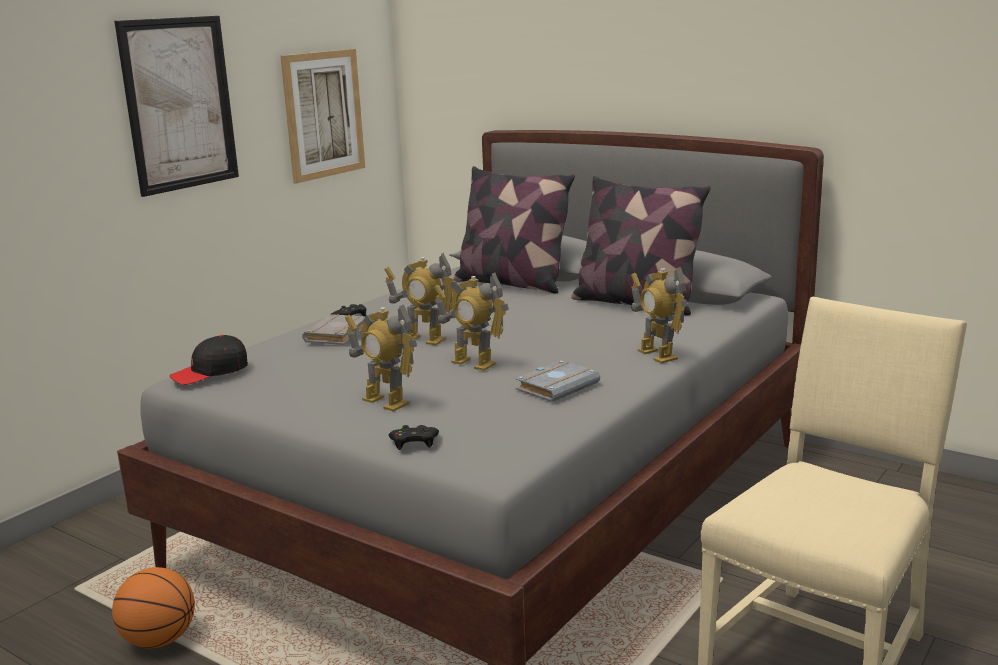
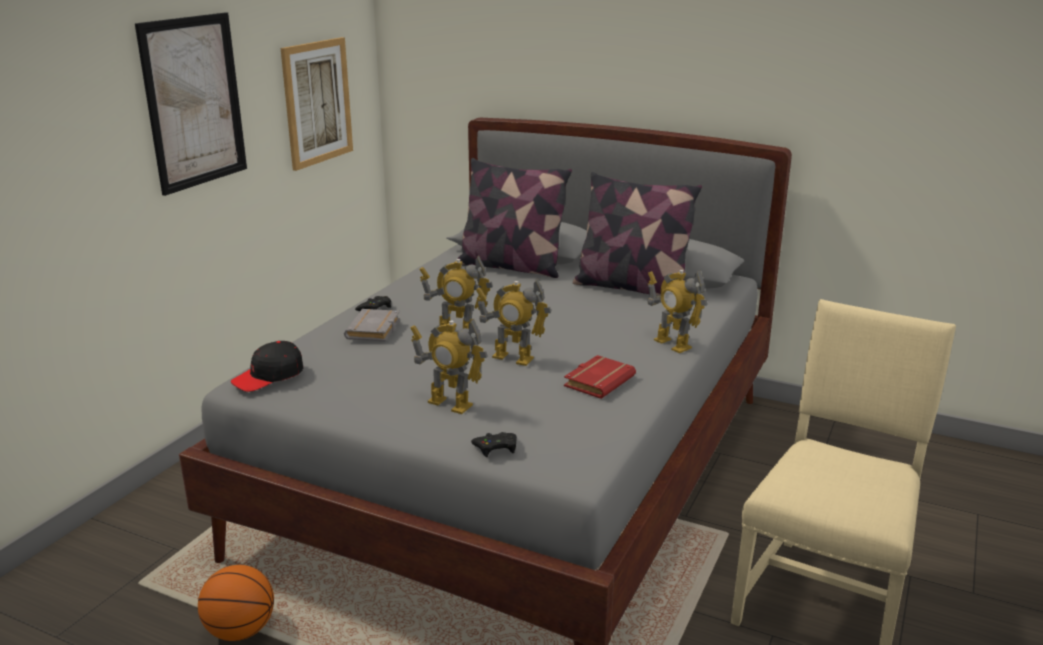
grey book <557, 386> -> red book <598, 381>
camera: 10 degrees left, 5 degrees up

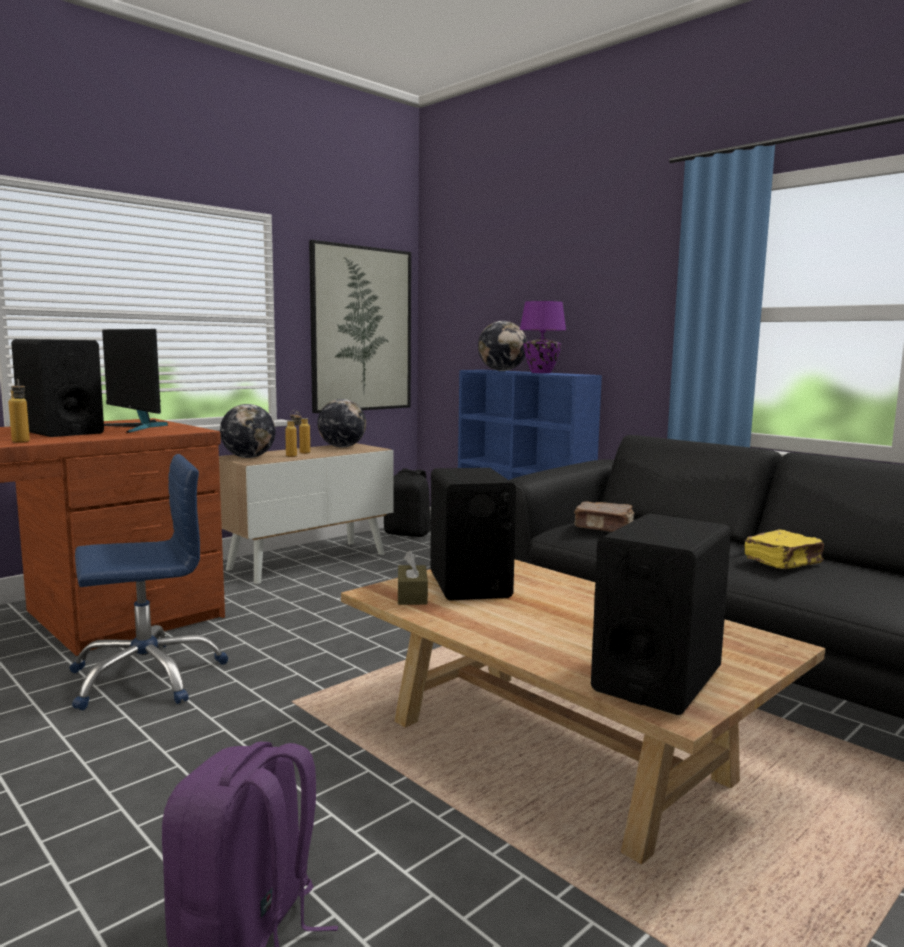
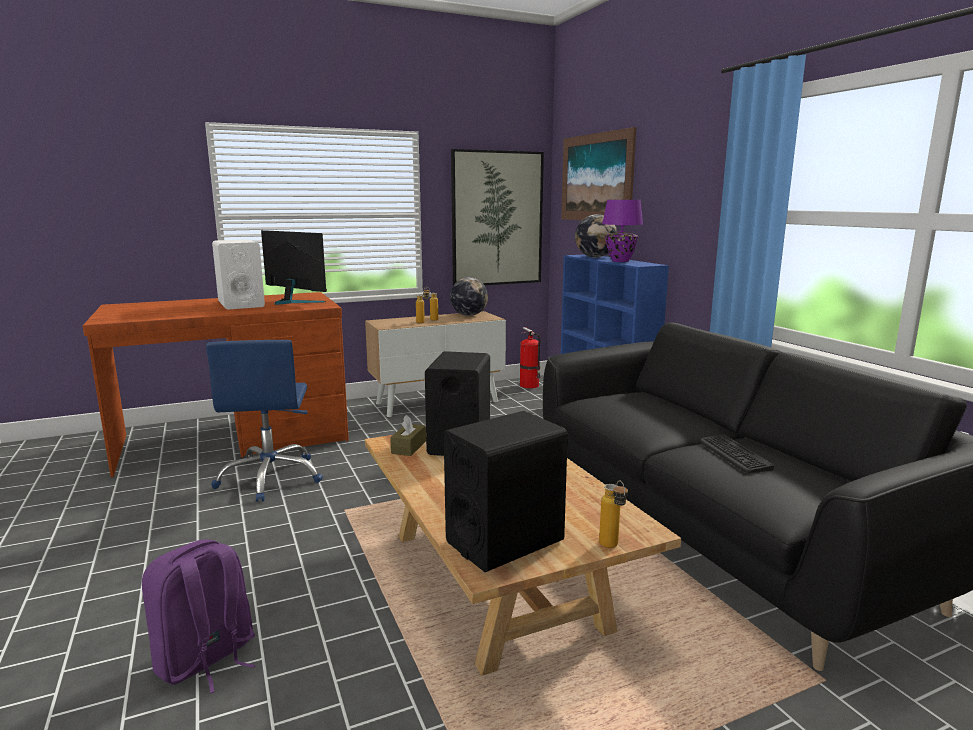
blue office chair <146, 676> -> blue office chair <271, 477>, 90 degrees clockwise
black speaker <60, 432> -> white speaker <241, 304>
monitor <136, 427> -> monitor <293, 301>, 150 degrees clockwise
black backpack <408, 534> -> fire extinguisher <530, 385>
none -> picture <596, 177>
bottle <21, 442> -> bottle <612, 548>, move
yellow book <783, 562> -> keyboard <734, 454>
globe <248, 457> -> none
brown book <604, 528> -> none
camera: 20 degrees right, 5 degrees up

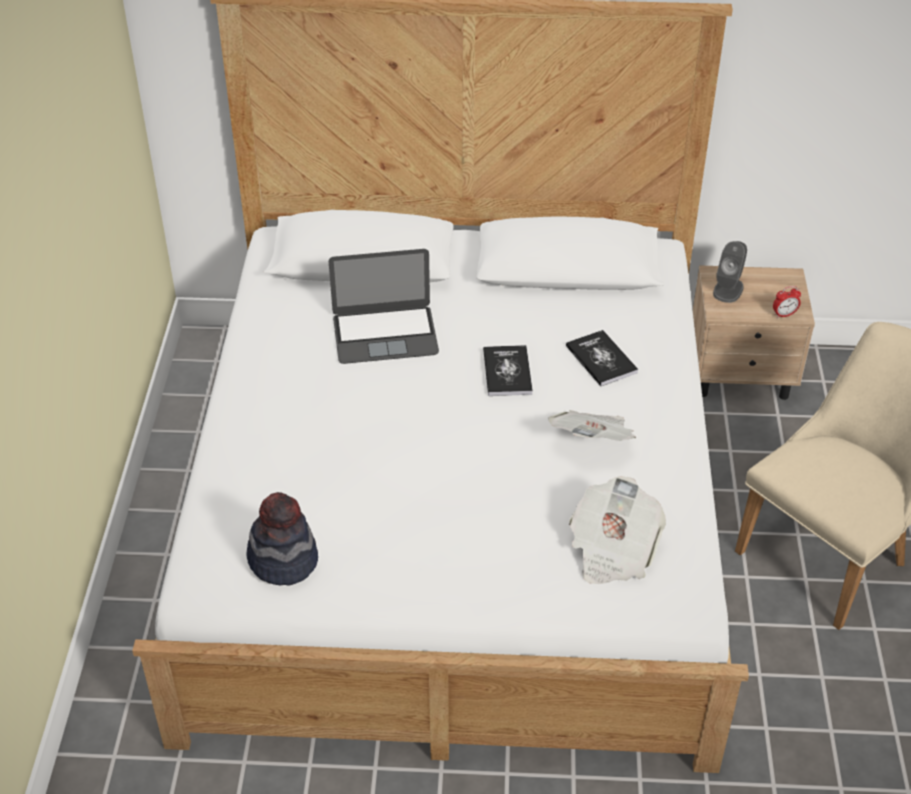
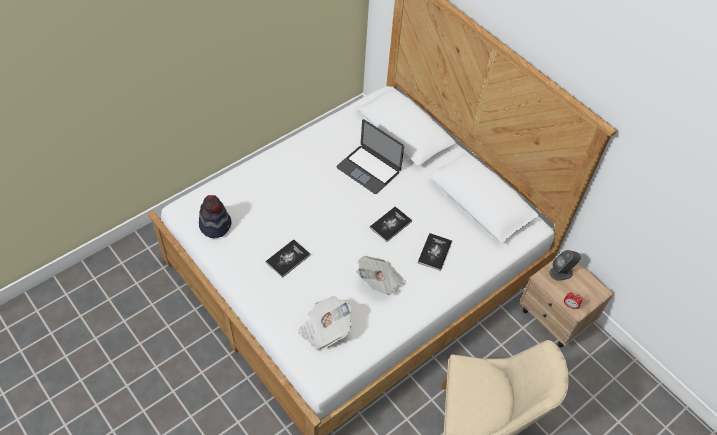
none -> book <288, 259>
camera: 45 degrees right, 10 degrees up

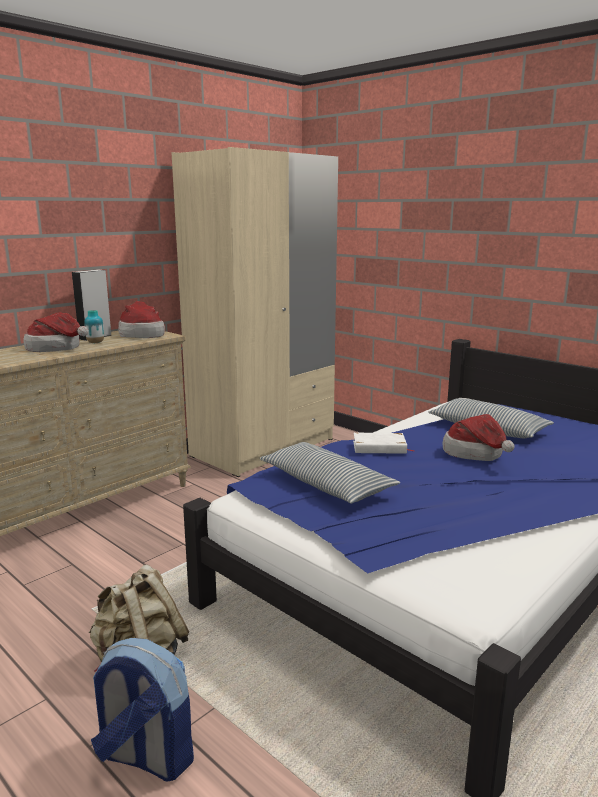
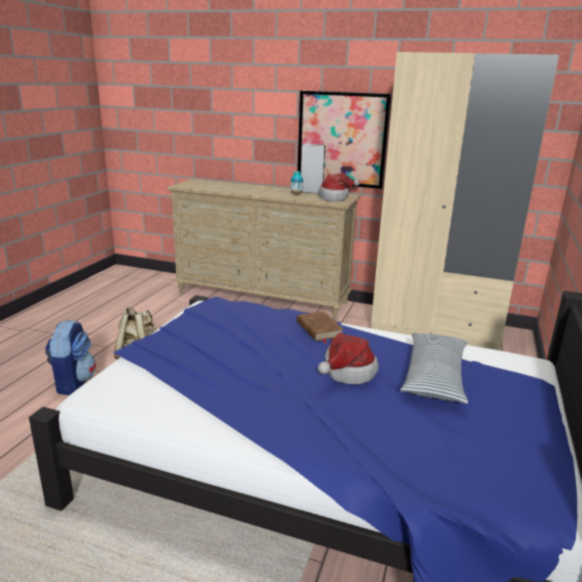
none -> picture <342, 139>
white book <379, 447> -> brown book <319, 329>
hat <57, 348> -> none
pillow <326, 484> -> none
camera: 65 degrees right, 5 degrees up

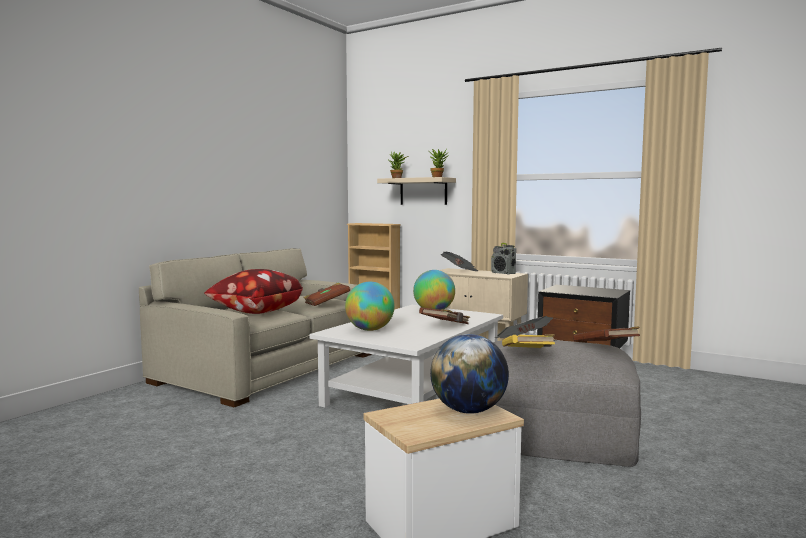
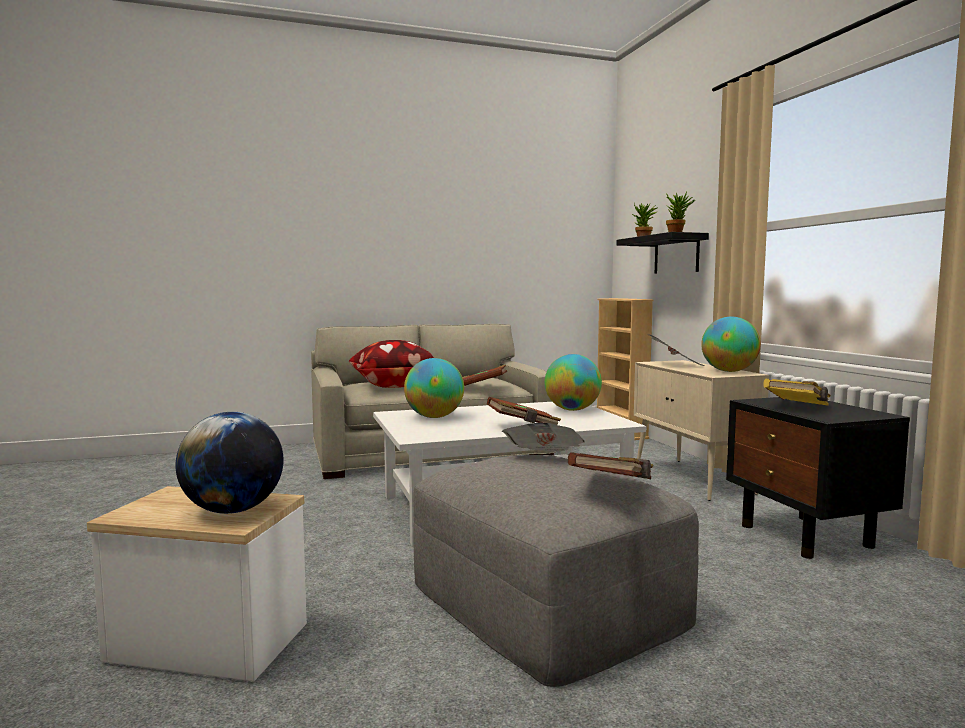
beige shelf <423, 191> -> black shelf <676, 254>
radio <503, 273> -> globe <729, 371>
yellow book <528, 354> -> yellow book <798, 407>, move
camera: 40 degrees right, 0 degrees up

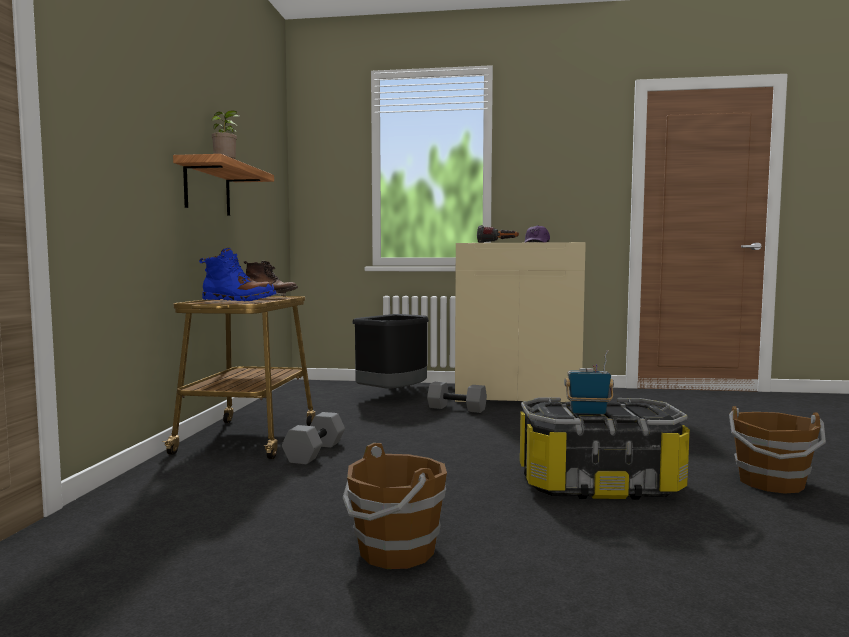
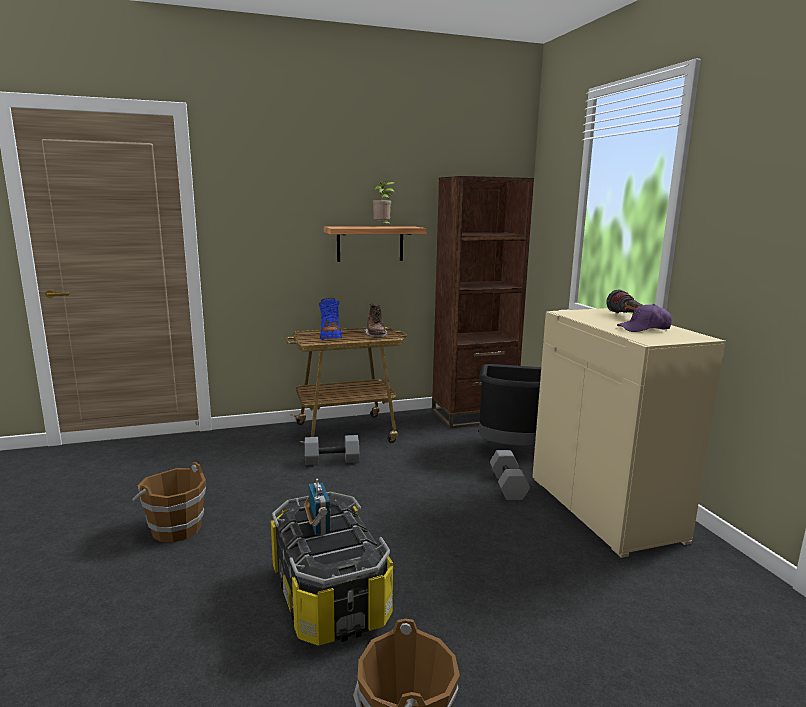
none -> brown bookcase <473, 415>
camera: 65 degrees right, 10 degrees up

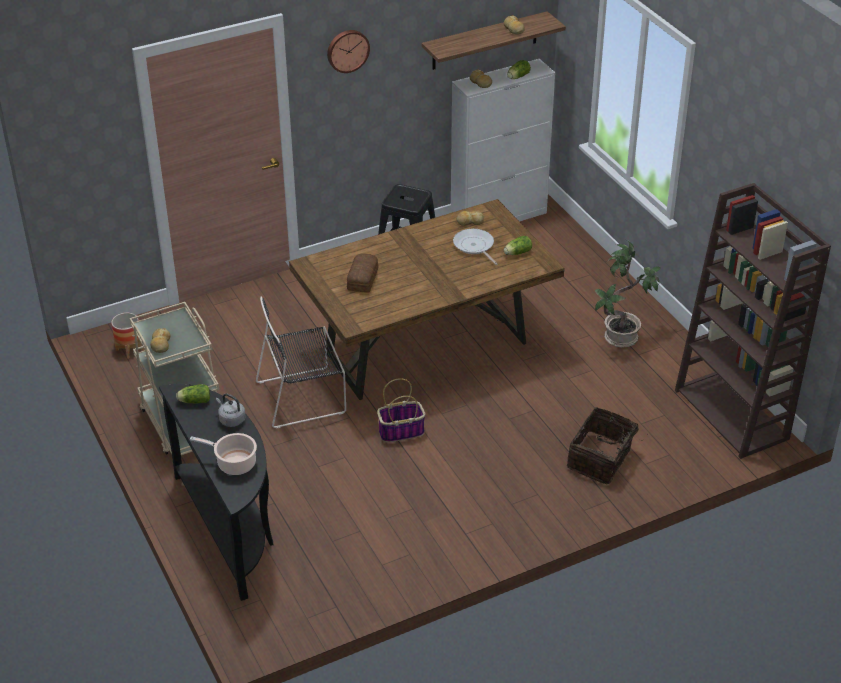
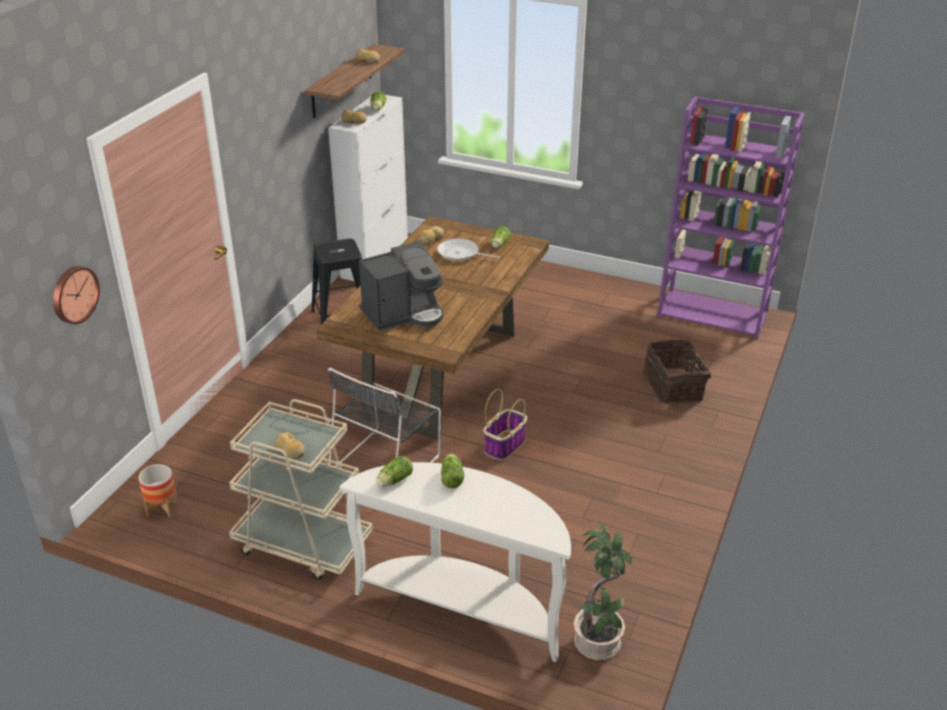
wall clock <347, 50> -> wall clock <73, 294>, move
black console table <231, 528> -> white console table <464, 606>
bread <363, 279> -> coffee machine <404, 314>
grey kettle <231, 420> -> lettuce <452, 477>
potted plant <621, 338> -> potted plant <599, 643>, move
brown bookcase <732, 415> -> purple bookcase <713, 314>
cooking pot <234, 463> -> none
camera: 40 degrees left, 5 degrees down

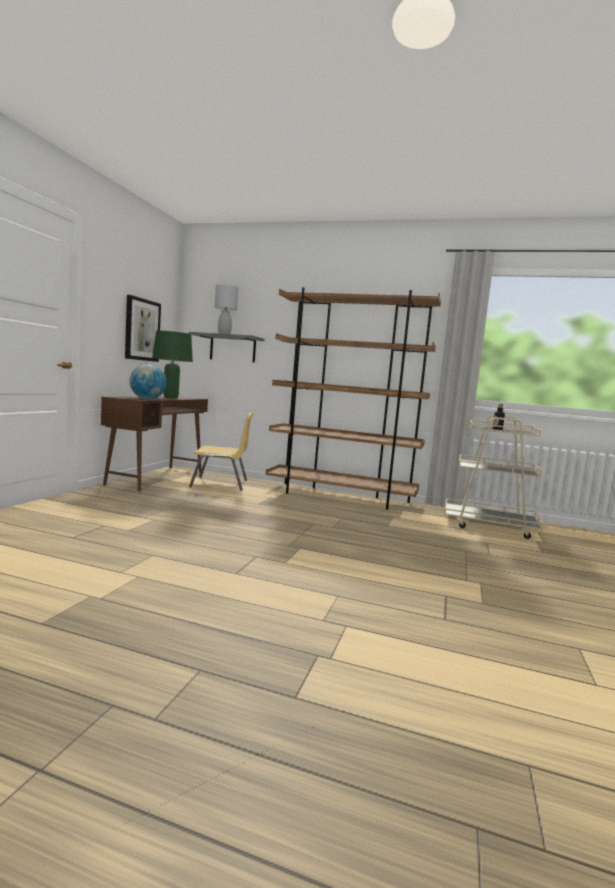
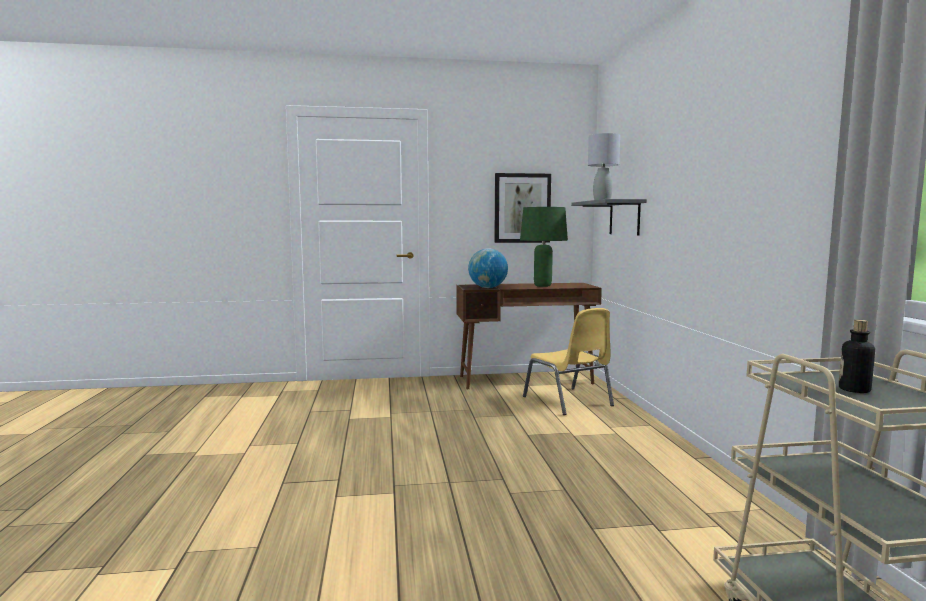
brown bookcase <340, 496> -> none
camera: 65 degrees right, 0 degrees up

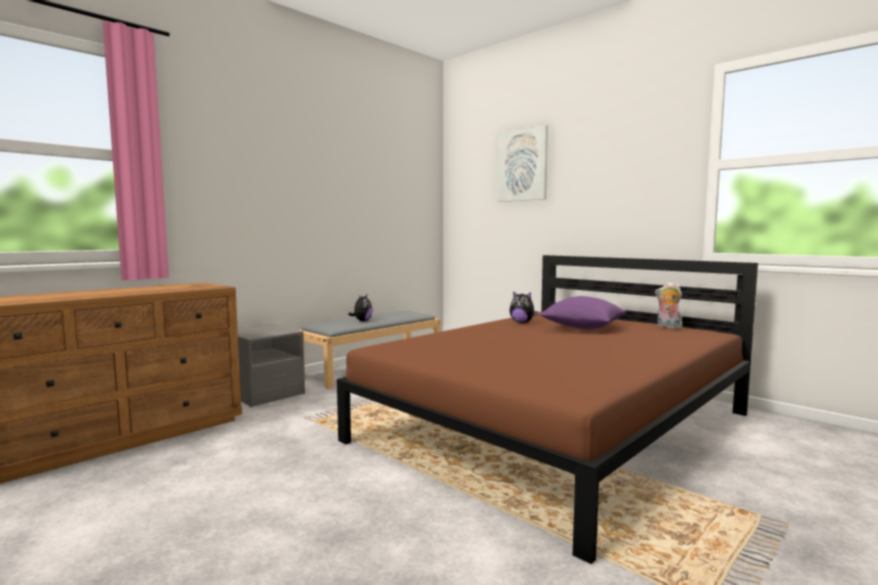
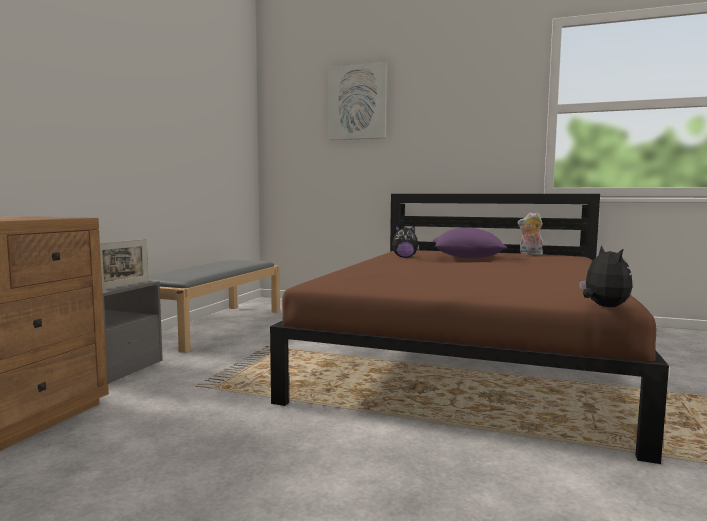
none -> picture frame <124, 285>
plush toy <362, 321> -> plush toy <603, 307>, move
camera: 25 degrees left, 0 degrees up

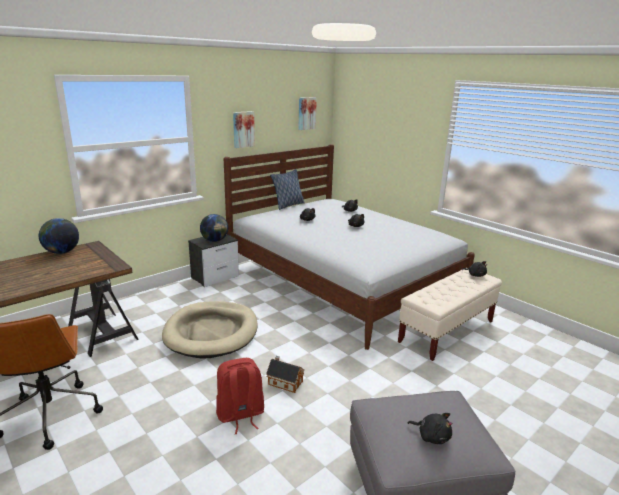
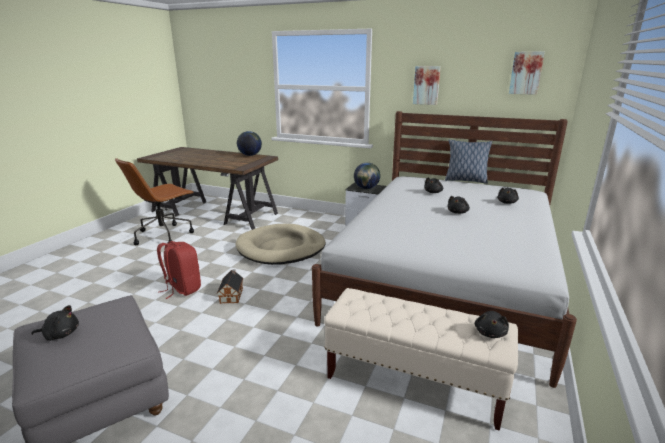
black plush toy <432, 436> -> black plush toy <60, 334>, 105 degrees counterclockwise
camera: 65 degrees right, 0 degrees up

